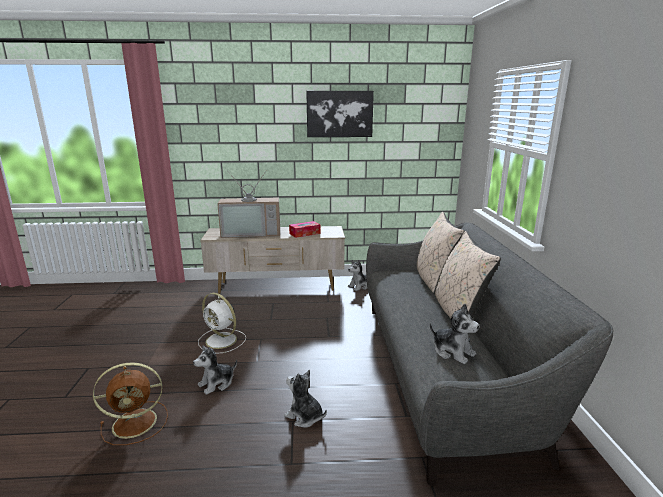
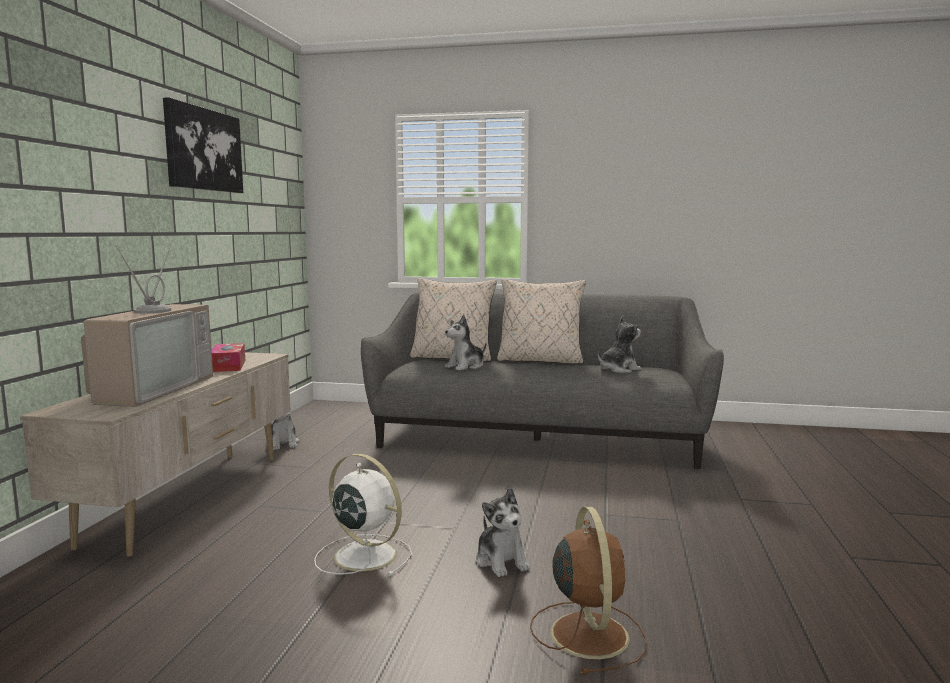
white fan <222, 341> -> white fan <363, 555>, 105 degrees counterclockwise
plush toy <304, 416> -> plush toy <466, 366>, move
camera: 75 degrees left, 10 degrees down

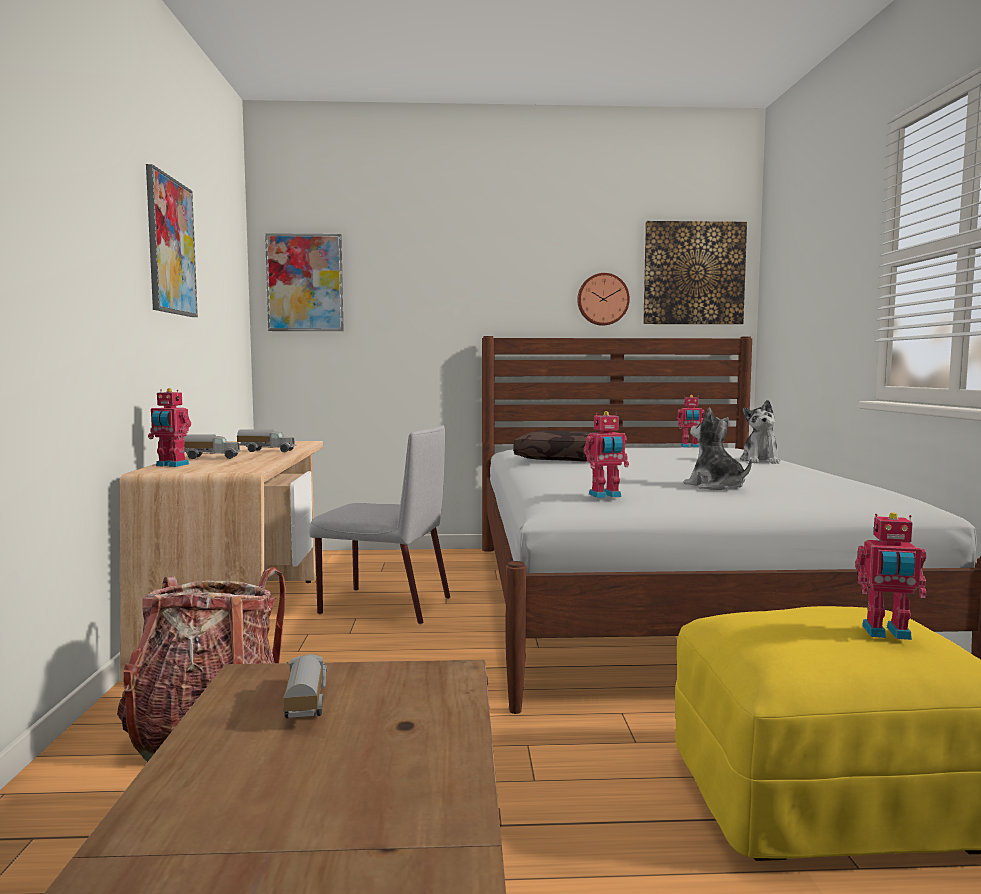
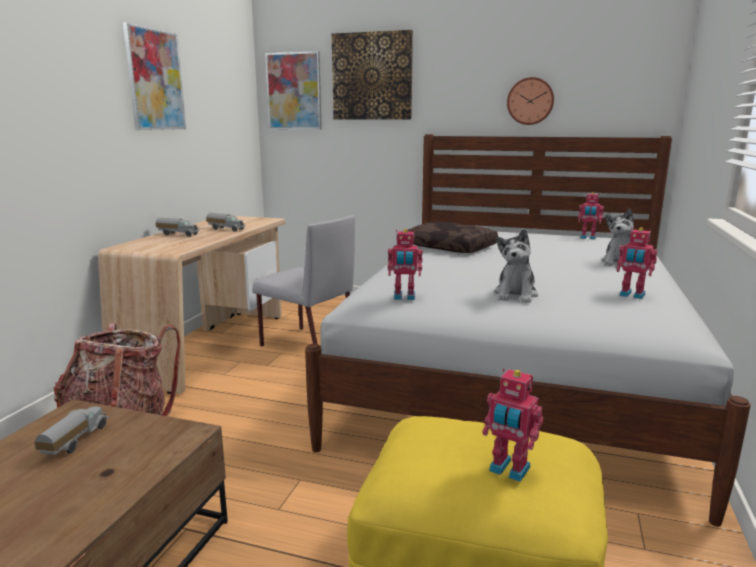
picture <693, 273> -> picture <372, 76>, move
plush toy <715, 486> -> plush toy <516, 294>, 150 degrees counterclockwise
toy robot <171, 465> -> toy robot <631, 295>, move
camera: 20 degrees right, 10 degrees up

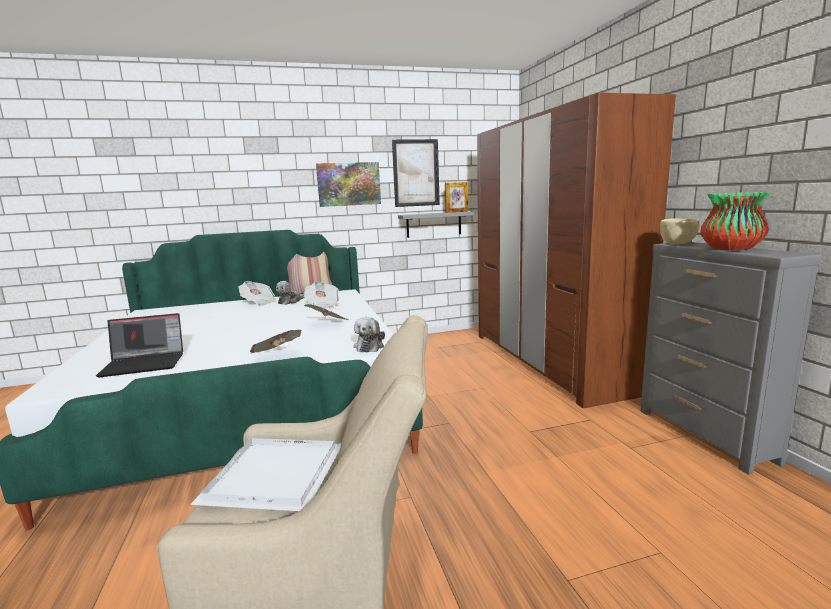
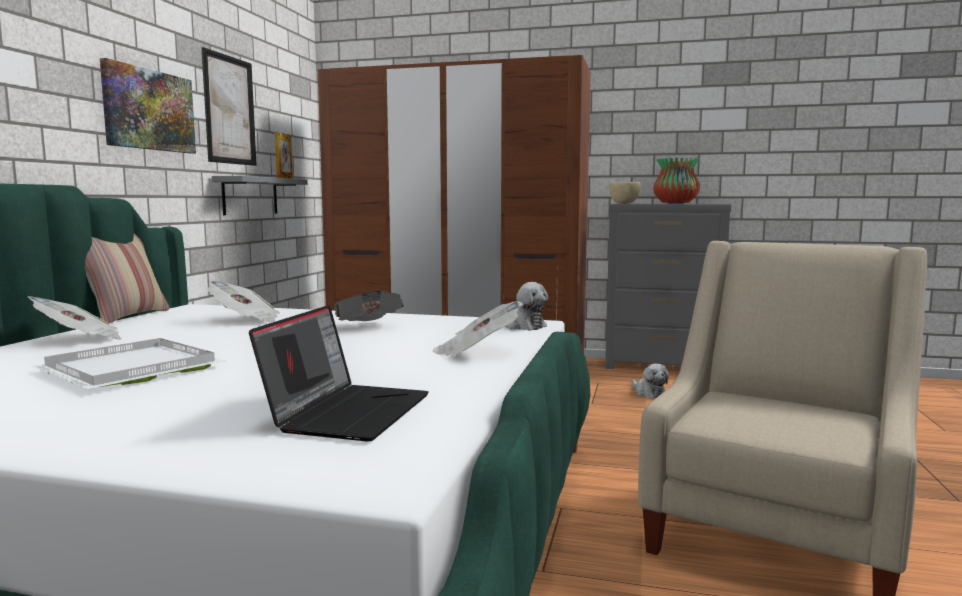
white tray <273, 474> -> white tray <127, 369>, move
plush toy <290, 301> -> plush toy <648, 393>, move
camera: 60 degrees left, 5 degrees down

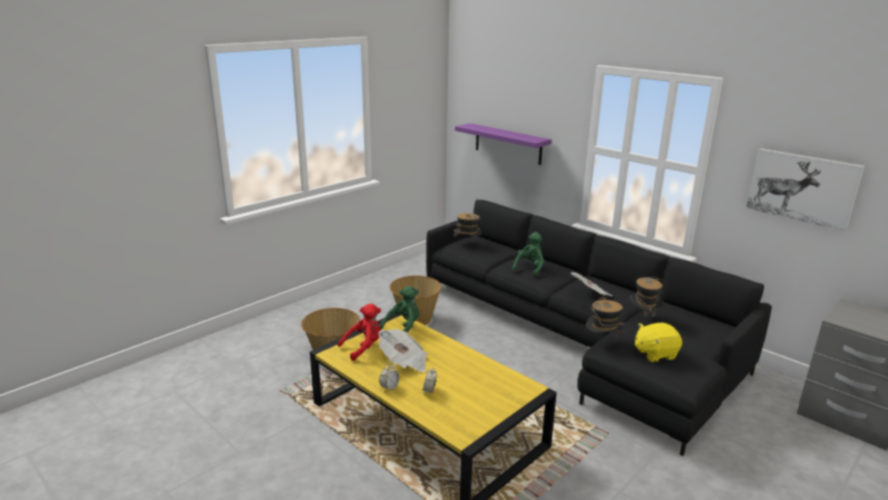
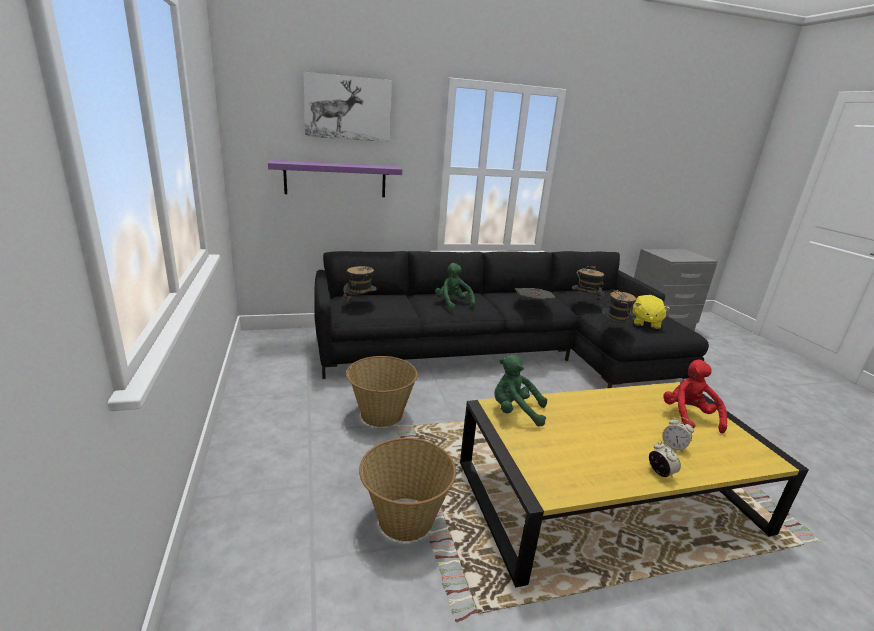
picture <802, 187> -> picture <348, 108>, move
green plush toy <403, 328> -> green plush toy <515, 412>, 60 degrees counterclockwise
red plush toy <364, 347> -> red plush toy <688, 417>, move
newspaper <404, 362> -> none
camera: 60 degrees left, 0 degrees up

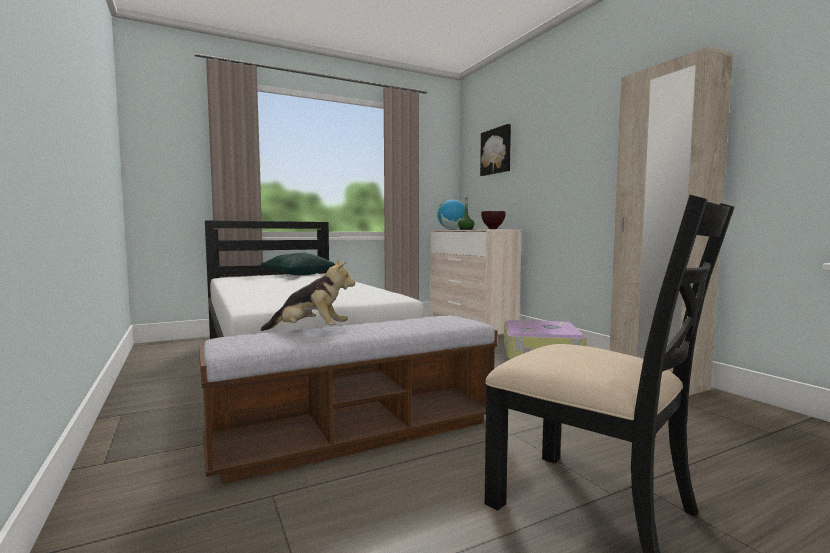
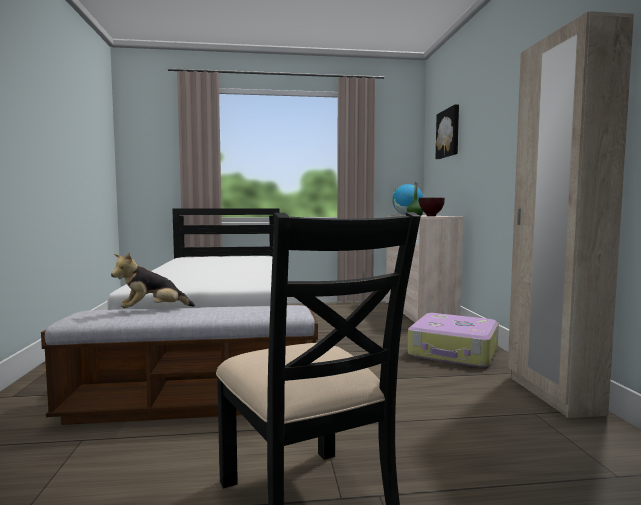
plush toy <310, 331> -> plush toy <152, 311>, 120 degrees clockwise
green pillow <297, 274> -> none
camera: 20 degrees right, 0 degrees up

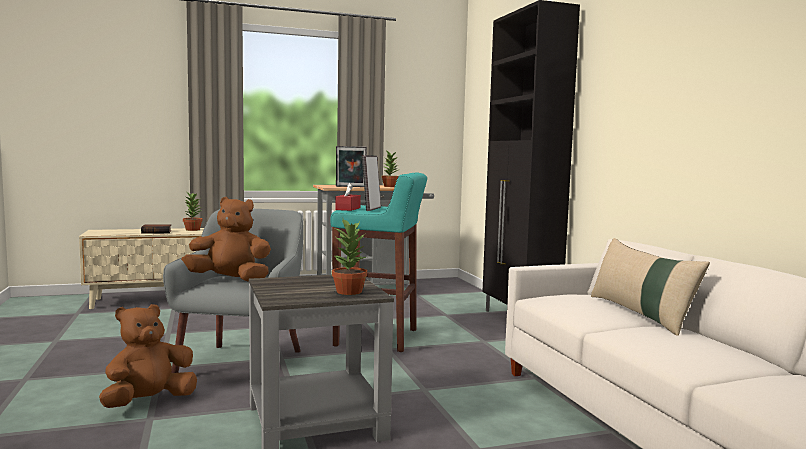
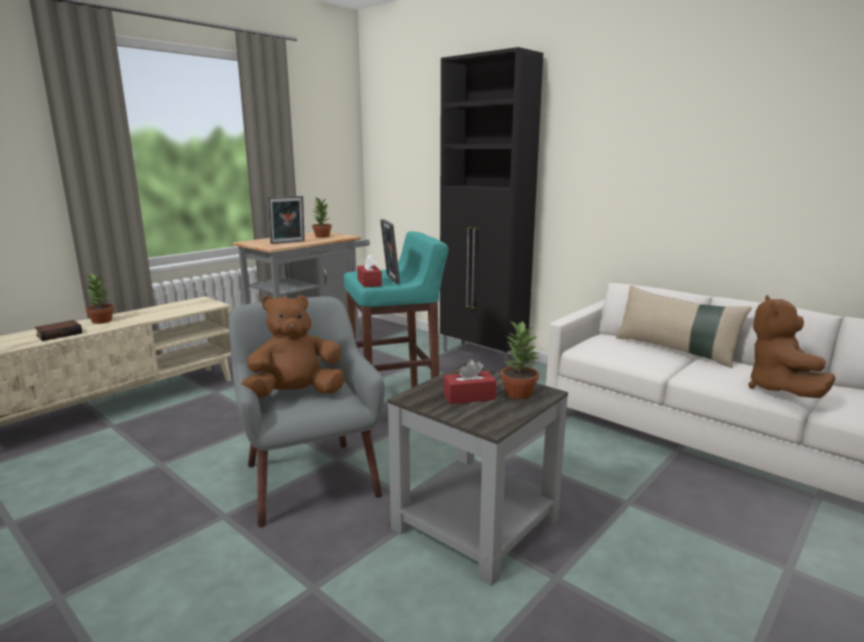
none -> red tissue box <469, 396>
brown plush toy <149, 402> -> brown plush toy <780, 390>, move
camera: 30 degrees left, 10 degrees up

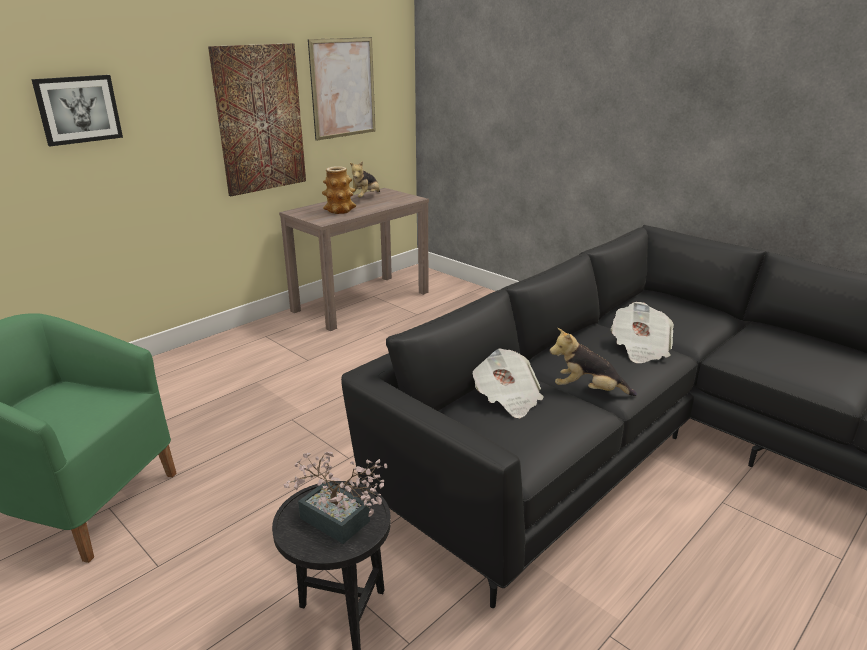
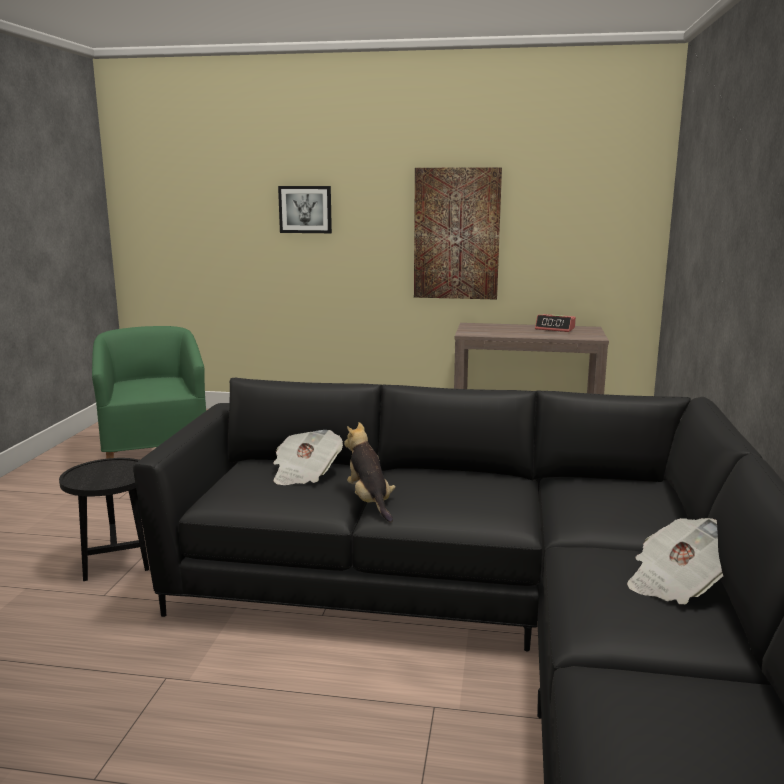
plush toy <365, 198> -> alarm clock <555, 329>
newspaper <640, 348> -> newspaper <676, 584>, move
potted plant <340, 523> -> none
picture <343, 88> -> none
vase <340, 210> -> none
camera: 55 degrees right, 10 degrees down

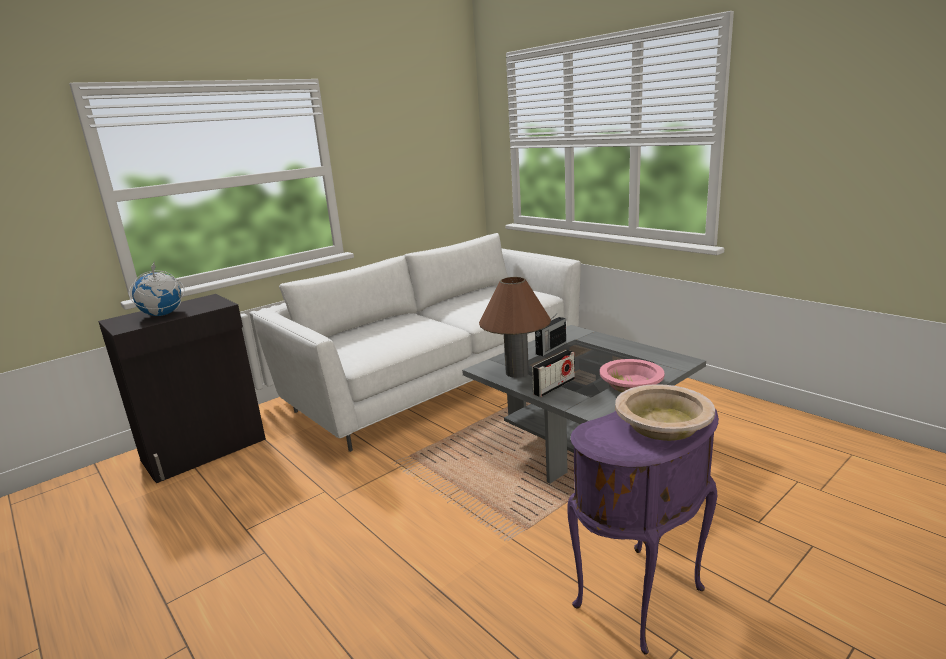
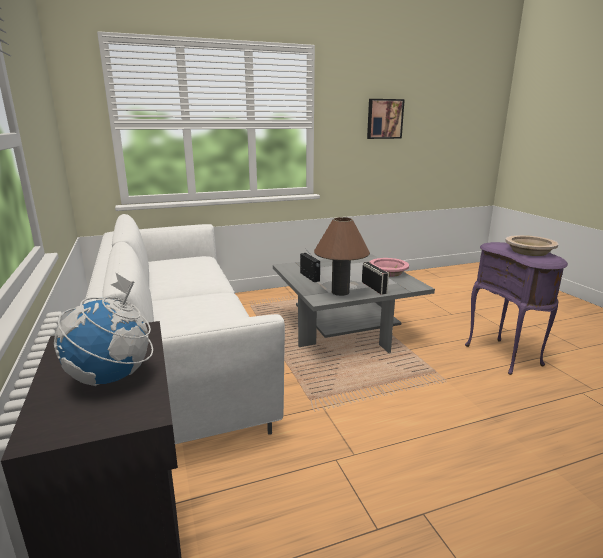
none -> picture <384, 119>
camera: 70 degrees left, 0 degrees up

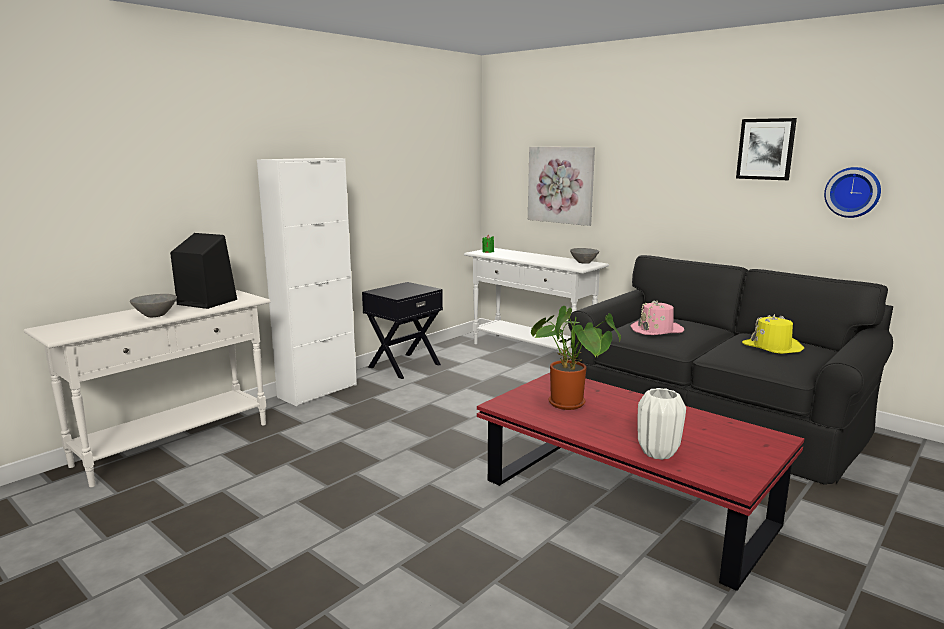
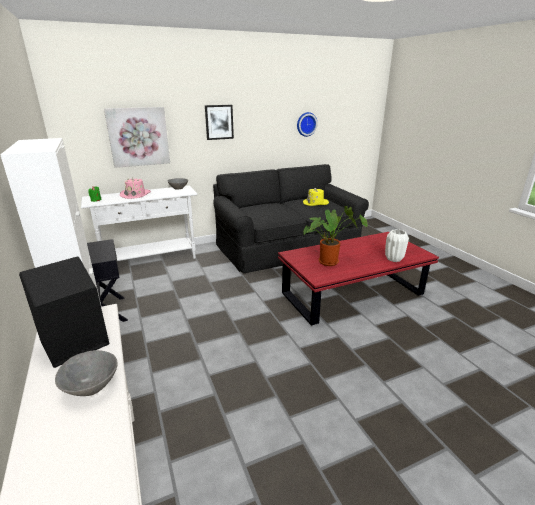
pink hat <657, 330> -> pink hat <136, 194>, move
picture <766, 149> -> picture <219, 122>, move
camera: 65 degrees left, 10 degrees up

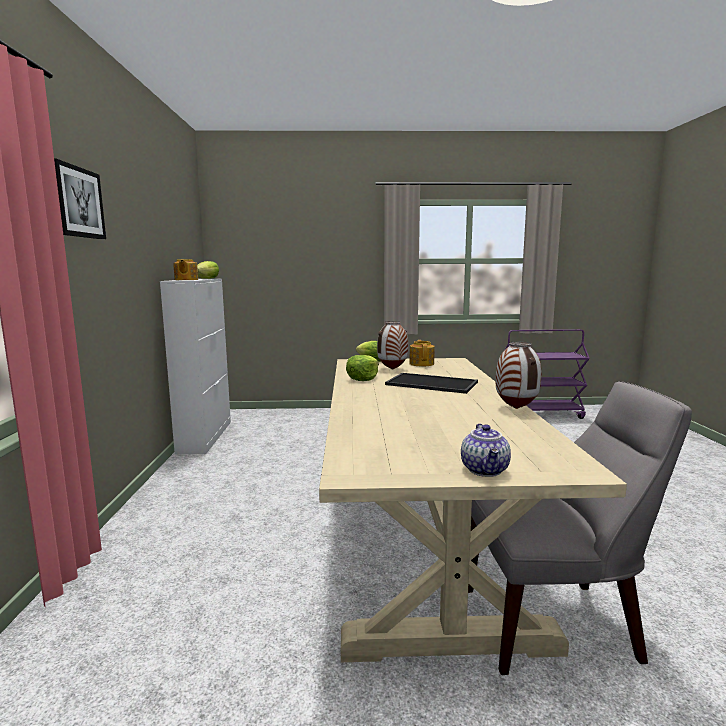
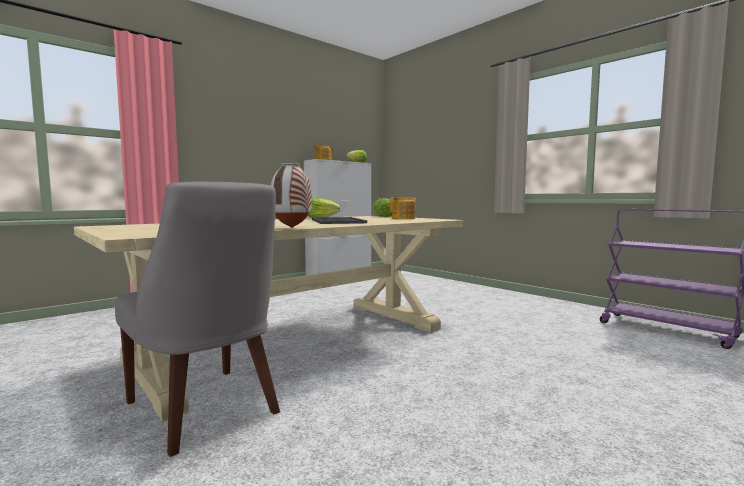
picture <77, 202> -> none
vase <392, 369> -> none
teapot <486, 470> -> none
camera: 50 degrees right, 5 degrees down

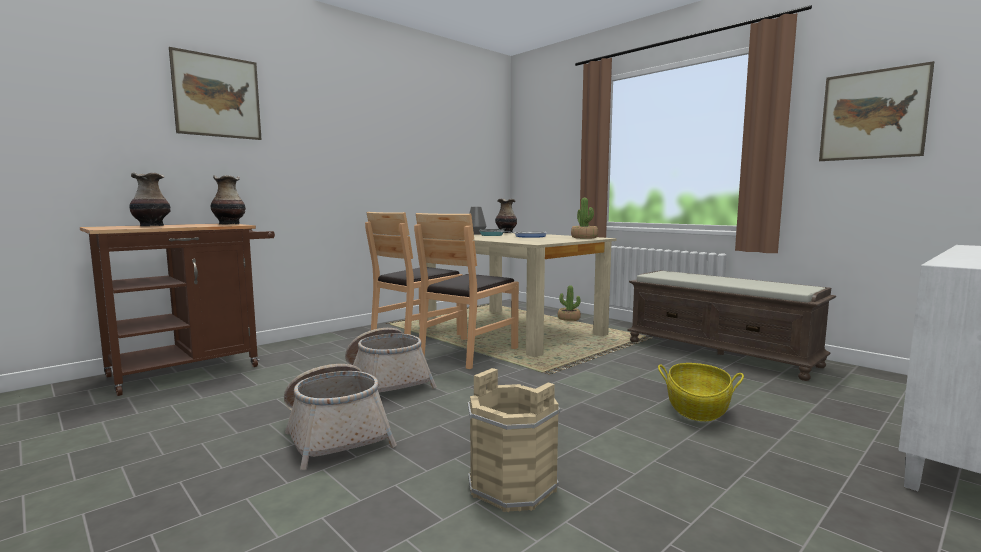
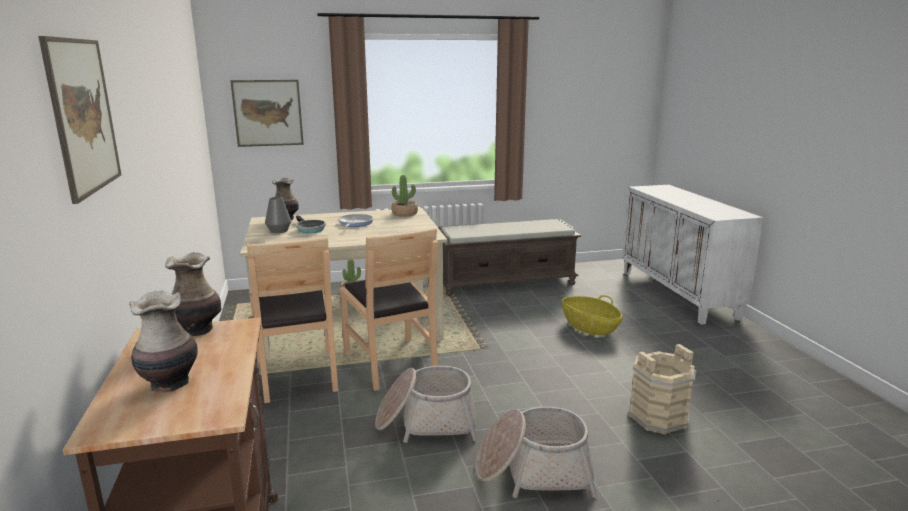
picture <873, 115> -> picture <268, 113>, move
camera: 60 degrees left, 10 degrees up

